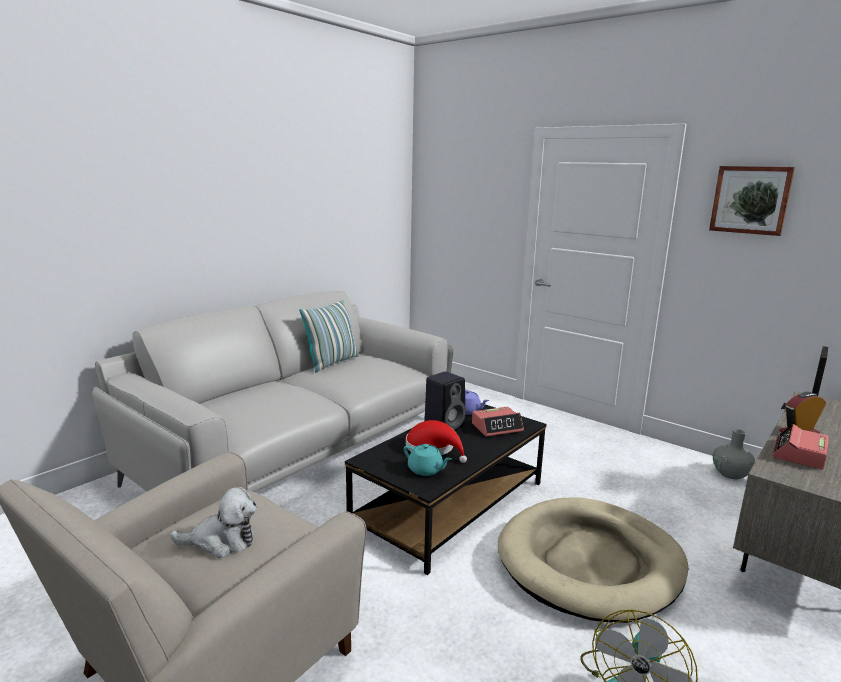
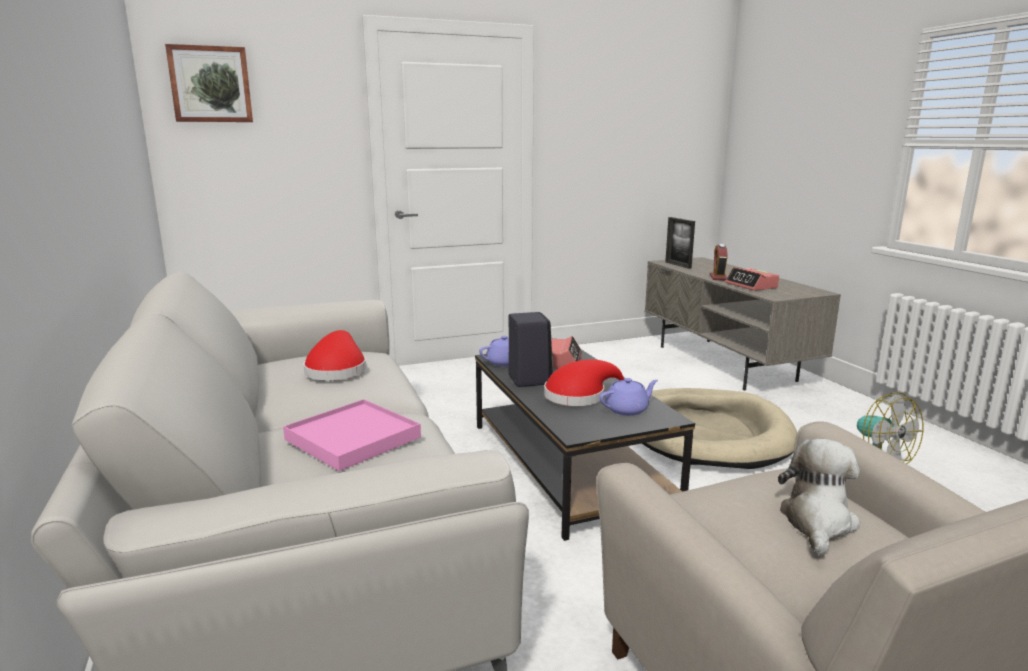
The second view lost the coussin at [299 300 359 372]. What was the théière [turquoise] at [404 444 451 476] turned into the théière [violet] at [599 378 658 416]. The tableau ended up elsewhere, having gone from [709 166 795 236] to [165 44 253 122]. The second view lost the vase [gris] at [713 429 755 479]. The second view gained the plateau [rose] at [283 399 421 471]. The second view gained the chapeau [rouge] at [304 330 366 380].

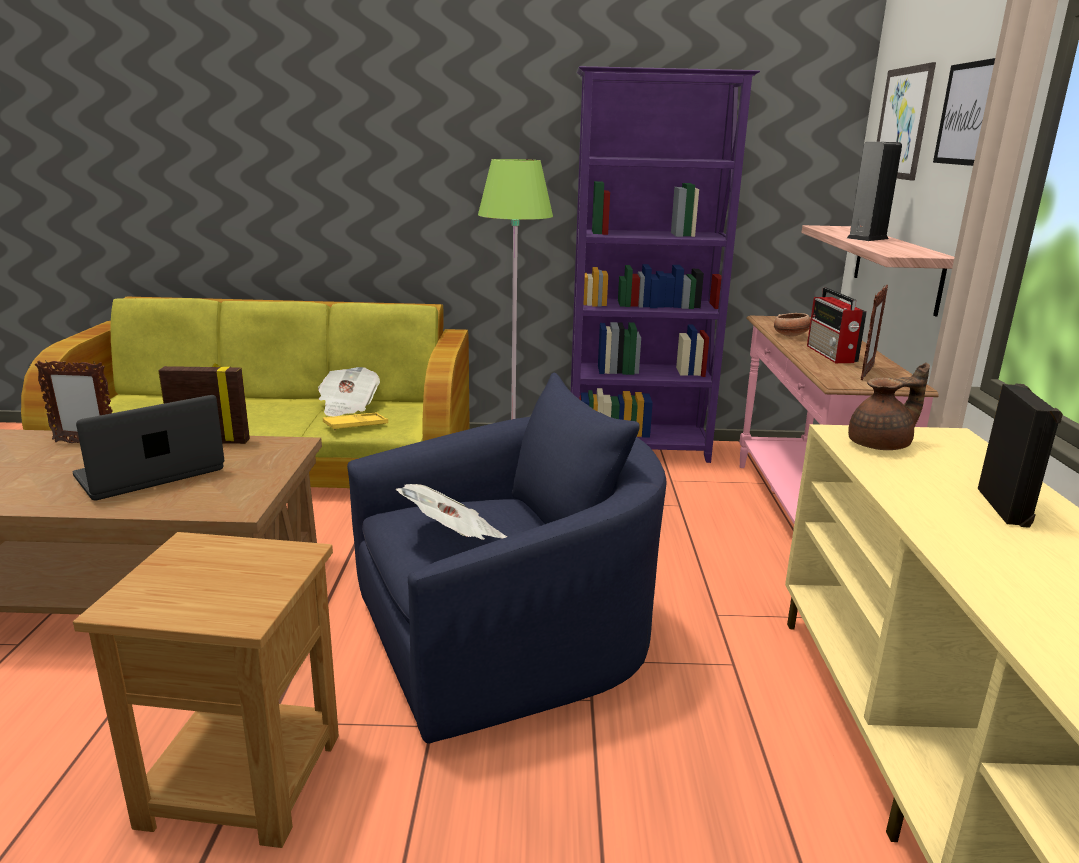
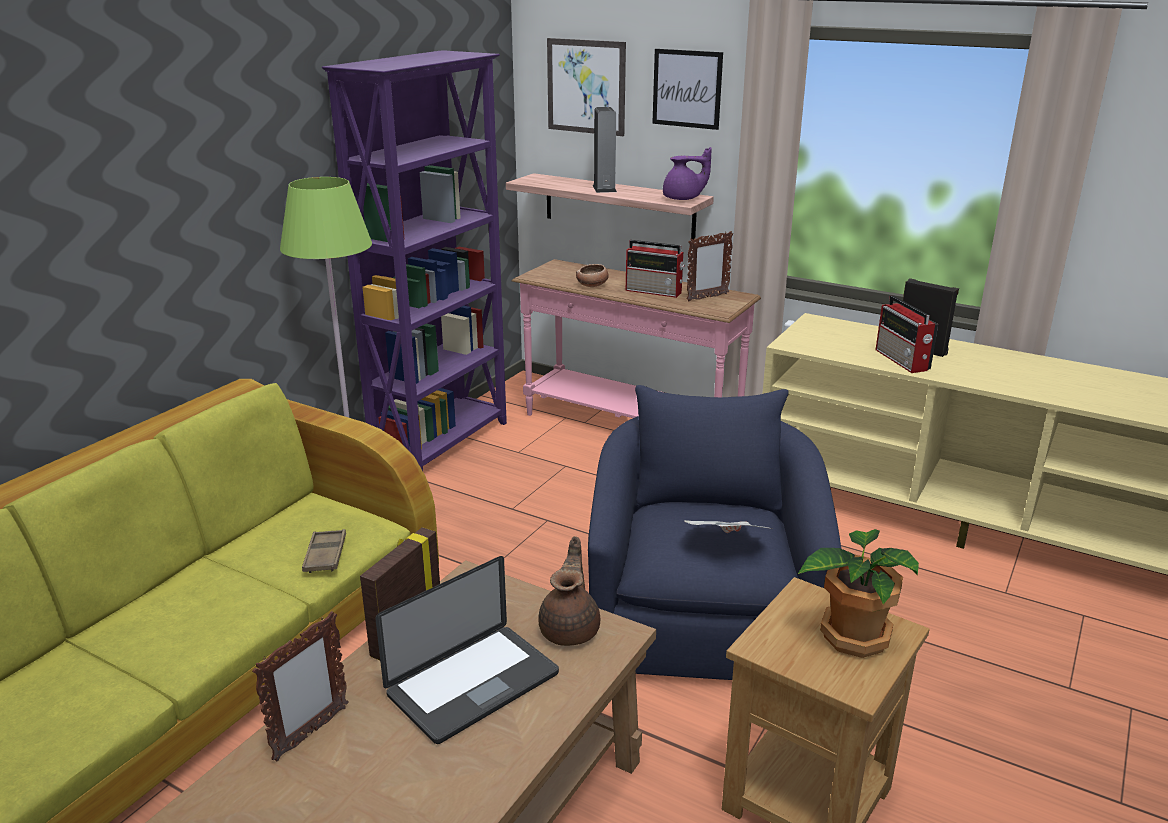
The ordinateur portable at [73 395 224 501] ended up facing another way, 120 degrees counterclockwise from before. The second view lost the journal at [318 367 380 416]. What was the plateau [jaune] at [323 412 388 431] turned into the plateau [marron] at [302 529 346 573]. The théière [marron] ended up elsewhere, having gone from [848 363 930 450] to [538 536 600 646]. The cadre photo at [861 285 888 380] ended up facing another way, 90 degrees clockwise from before. The second view gained the théière [violet] at [663 147 712 200]. The second view gained the plante en pot at [798 529 919 658]. The second view gained the radio at [876 295 938 373].

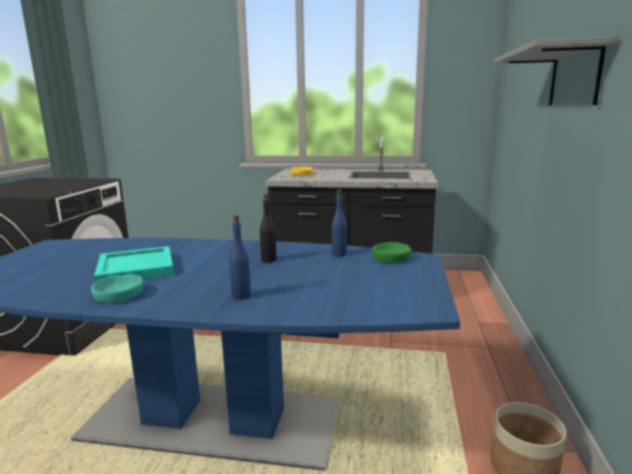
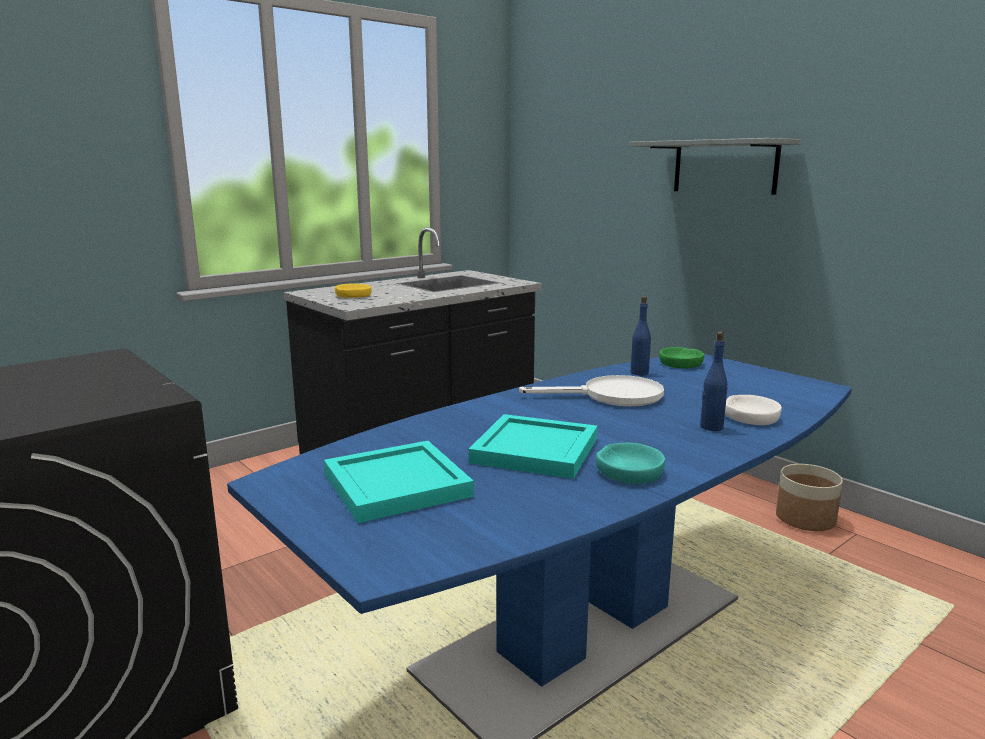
Where the bouteille [noir] stood at [260 194 277 263], the poêle [blanc] came to stand at [519 375 664 406]. The second view gained the plateau [turquoise] at [324 441 474 523]. The second view gained the bol [blanc] at [725 395 782 425].

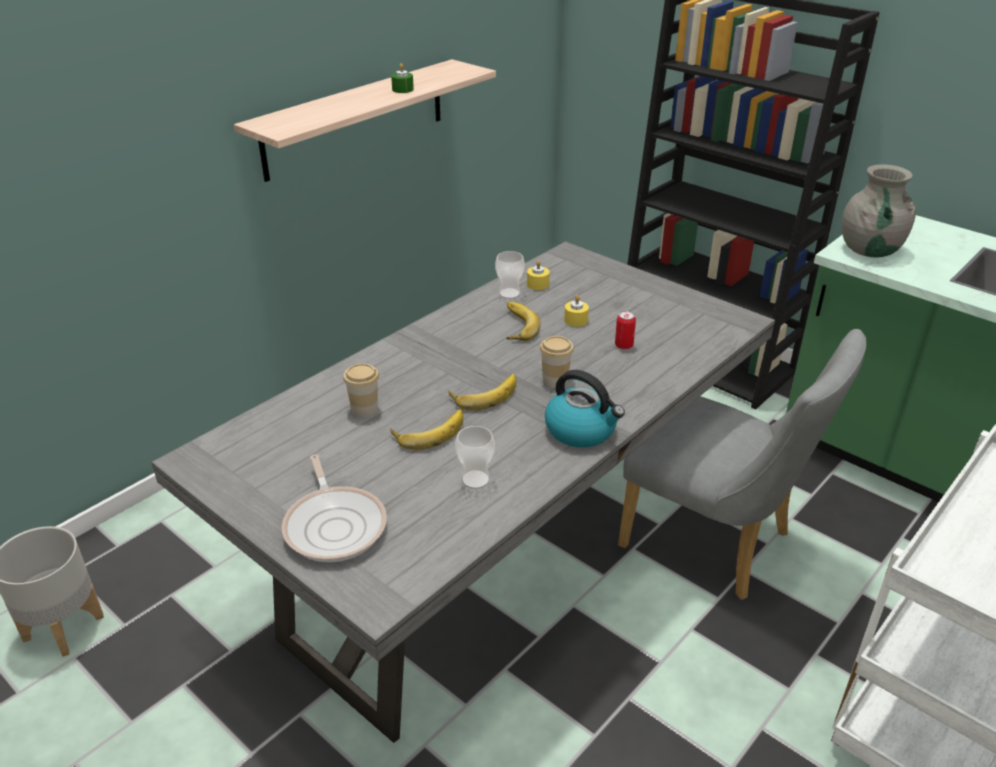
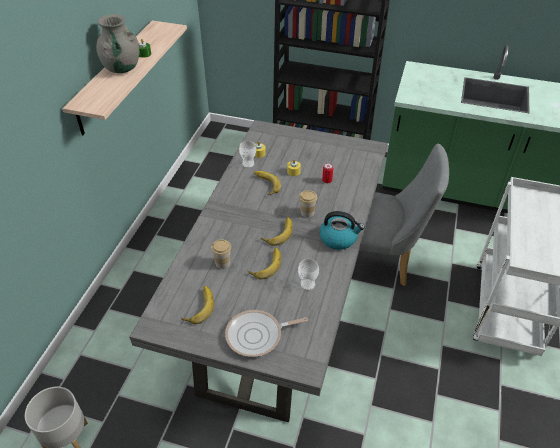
The poêle at [282 454 387 562] ended up facing another way, 120 degrees clockwise from before. The vase [gris] ended up elsewhere, having gone from [842 164 916 258] to [96 14 139 73]. The second view gained the banane at [181 286 214 324].

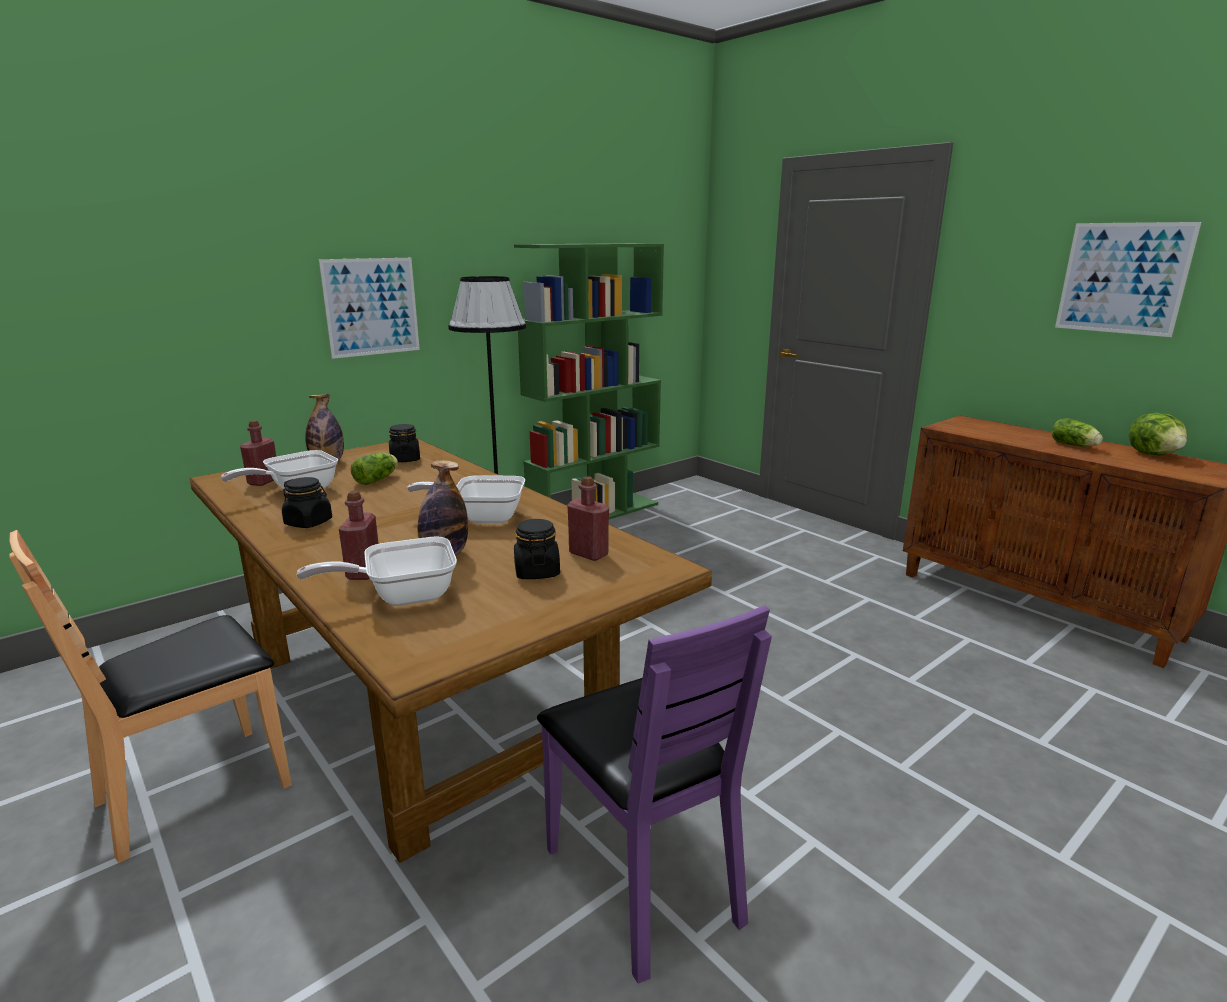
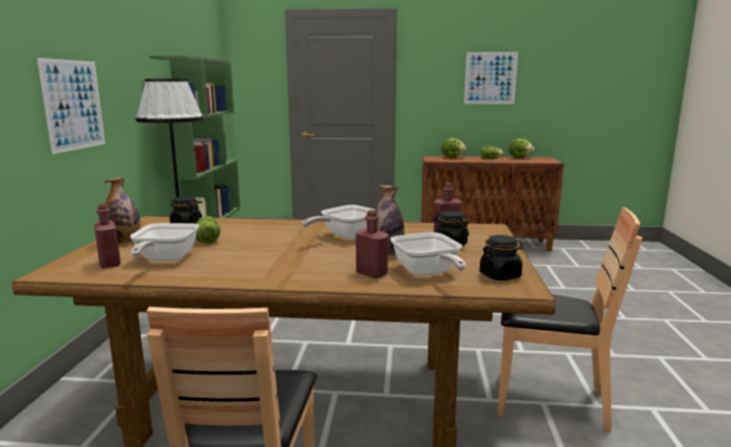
The bocal [noir] ended up elsewhere, having gone from [282 477 332 528] to [480 235 523 281]. The poêle at [297 536 457 606] ended up facing another way, 45 degrees counterclockwise from before. What was the chaise [violet] at [537 605 772 984] turned into the chaise [marron] at [497 207 642 431]. The second view gained the laitue at [441 138 466 157].

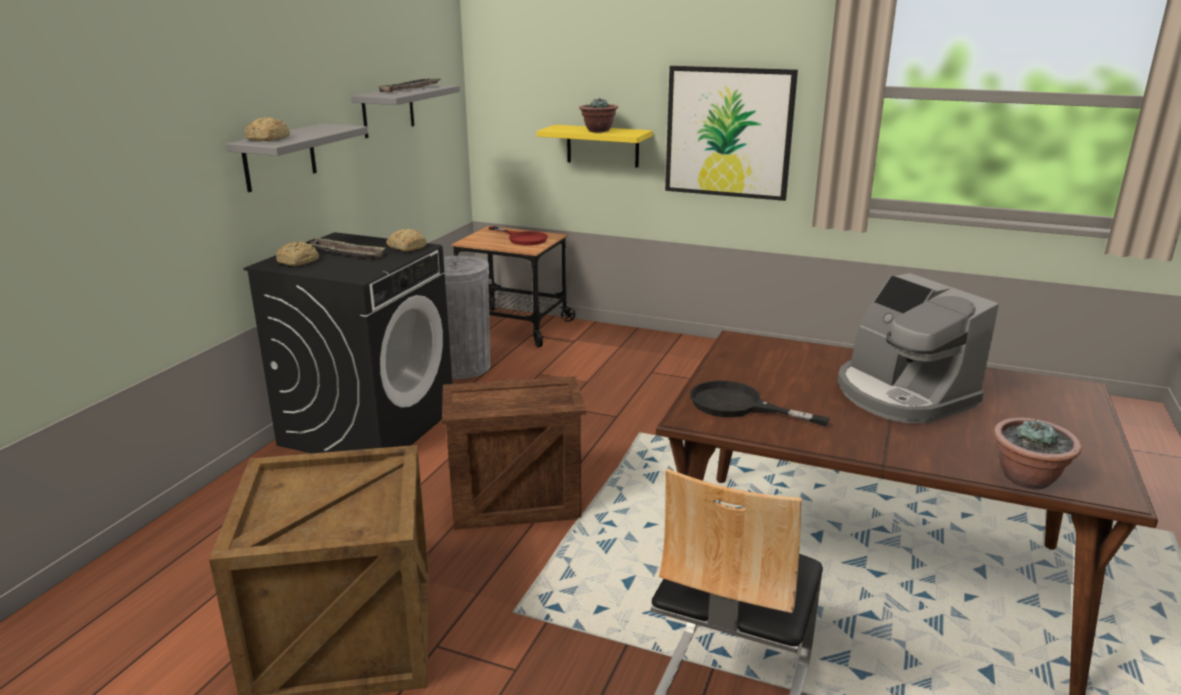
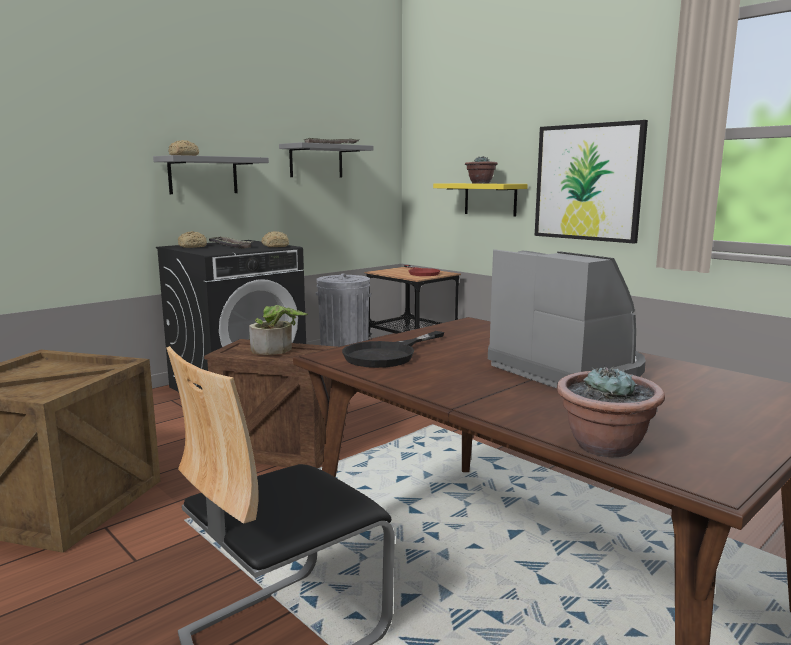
The poêle [noir] at [690 381 830 426] ended up facing another way, 105 degrees counterclockwise from before. The machine à café at [837 273 999 423] ended up facing another way, 150 degrees clockwise from before. The second view gained the plante en pot at [249 305 308 355].

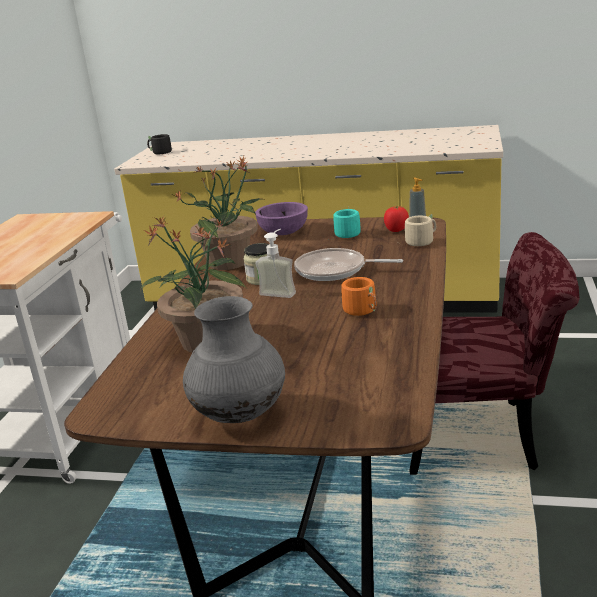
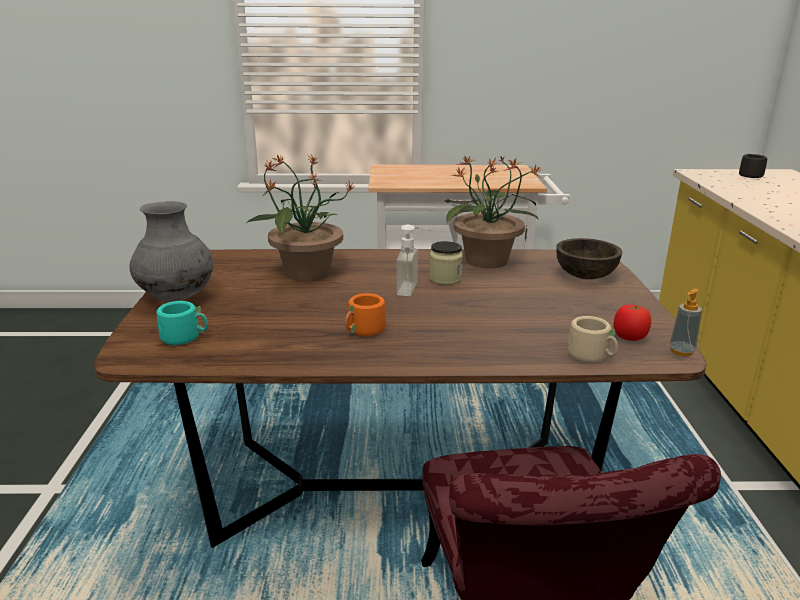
What was the bol [violet] at [255 202 308 235] turned into the bol [marron] at [556 238 623 279]. The second view lost the poêle at [294 248 403 281]. The mug [turquoise] ended up elsewhere, having gone from [329 207 361 240] to [157 301 208 345].

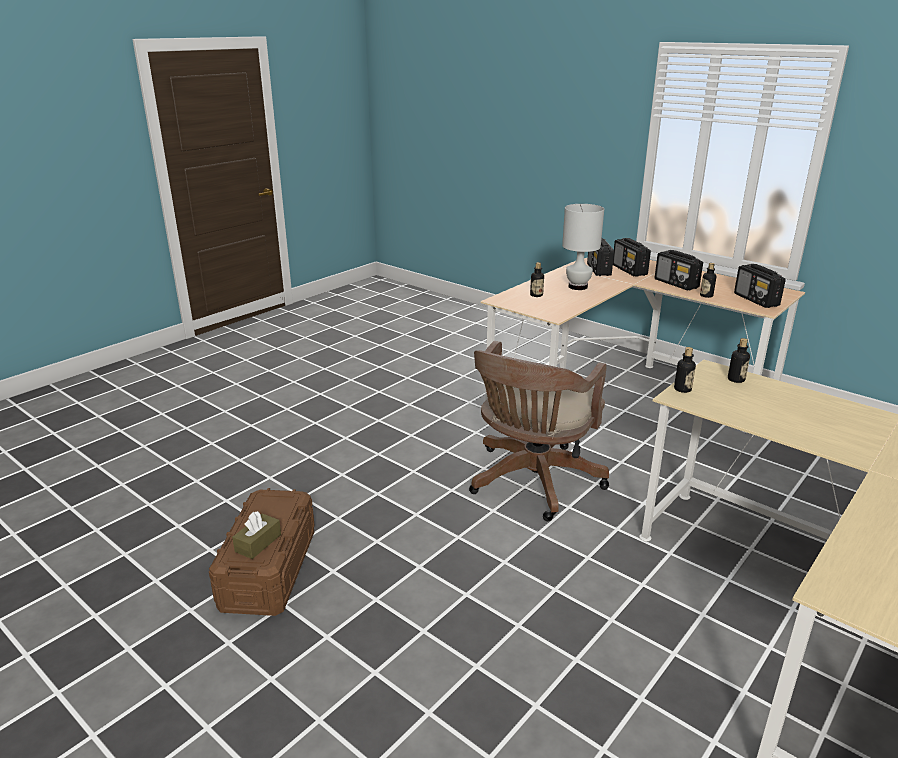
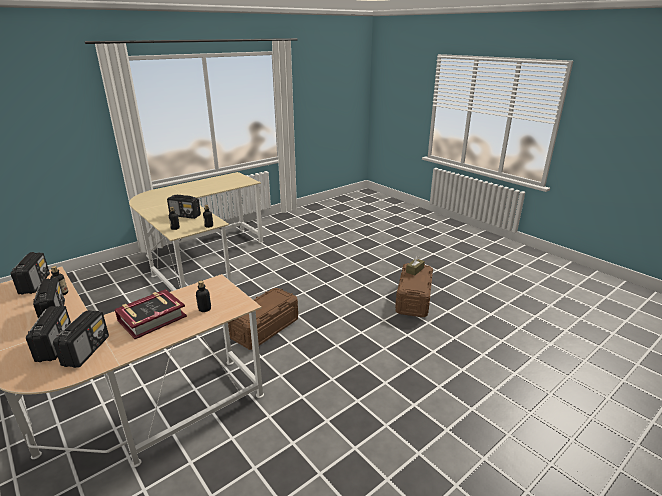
Where the chaise de bureau [marron] stood at [469 341 609 521], the boîte de rangement [marron] came to stand at [228 288 298 350]. Where the lampe de table [blanc] stood at [562 204 604 290], the livre came to stand at [115 289 187 339]. The second view gained the radio at [167 195 201 219].

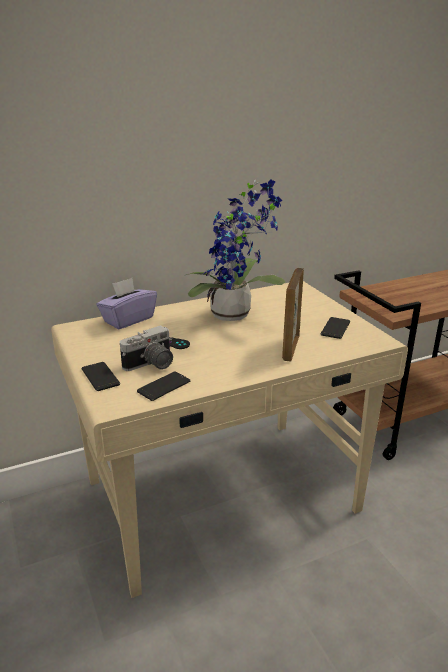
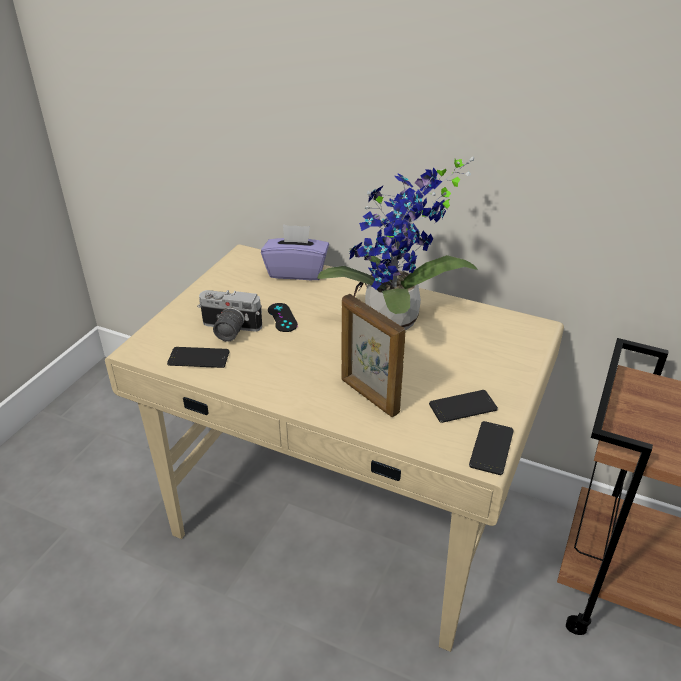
The téléphone ended up elsewhere, having gone from [82 362 120 391] to [469 421 514 475]. The cadre photo at [282 268 304 361] ended up facing another way, 105 degrees counterclockwise from before.

